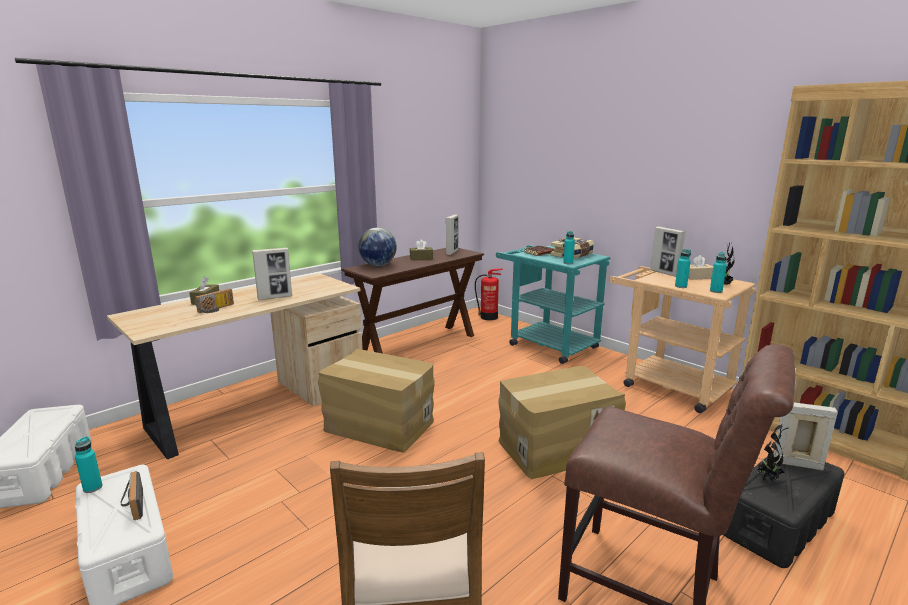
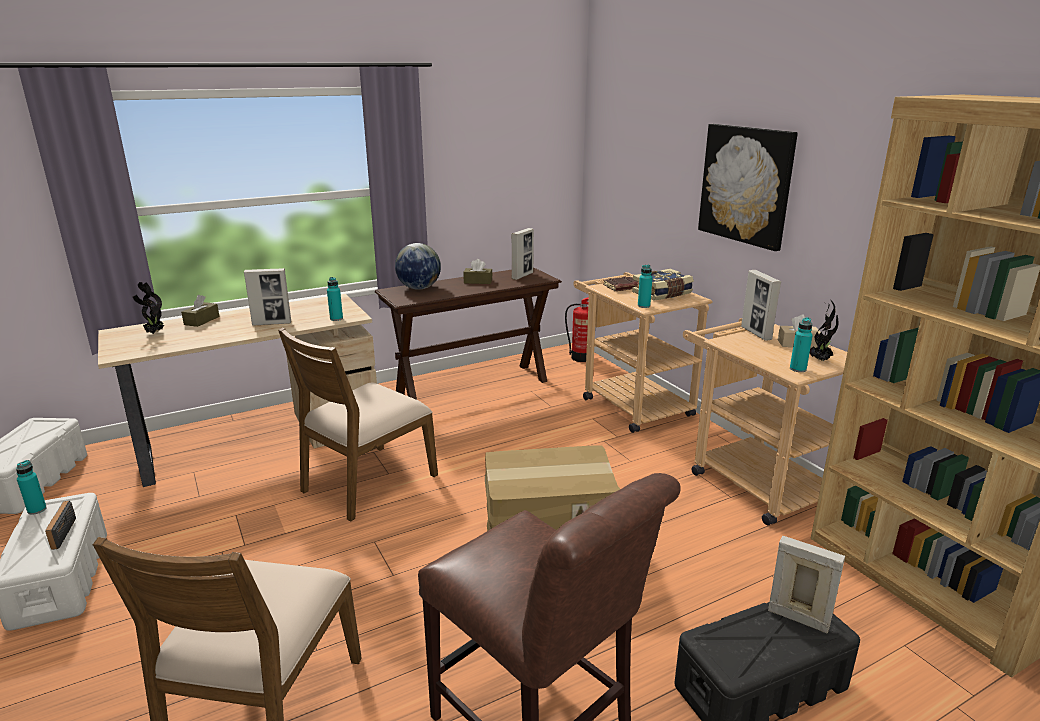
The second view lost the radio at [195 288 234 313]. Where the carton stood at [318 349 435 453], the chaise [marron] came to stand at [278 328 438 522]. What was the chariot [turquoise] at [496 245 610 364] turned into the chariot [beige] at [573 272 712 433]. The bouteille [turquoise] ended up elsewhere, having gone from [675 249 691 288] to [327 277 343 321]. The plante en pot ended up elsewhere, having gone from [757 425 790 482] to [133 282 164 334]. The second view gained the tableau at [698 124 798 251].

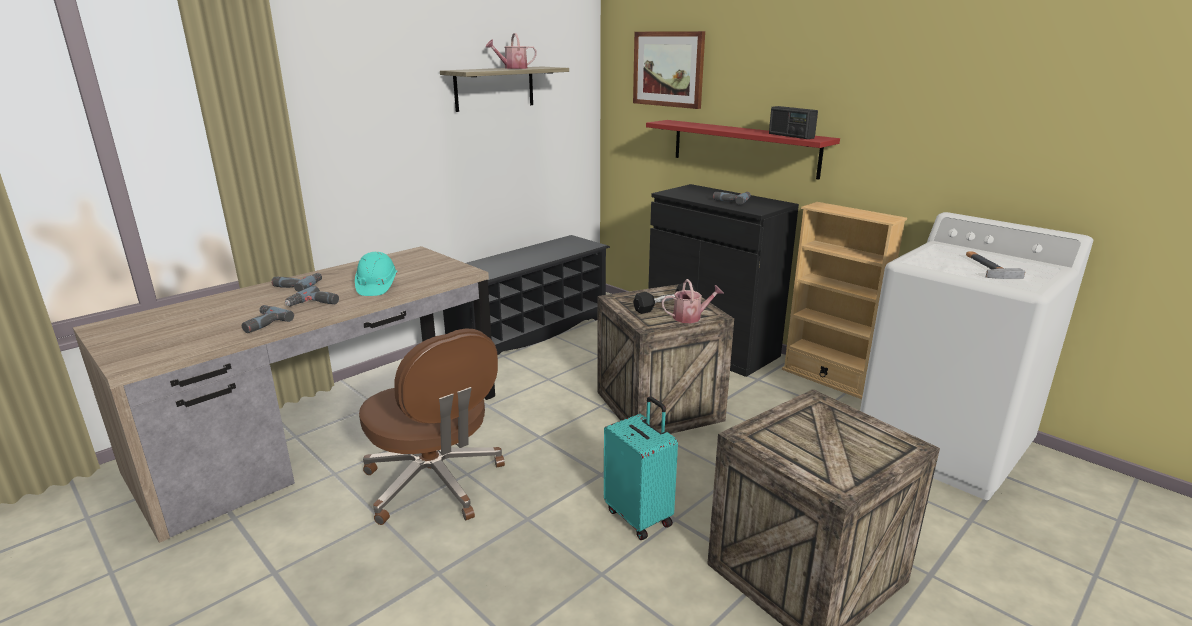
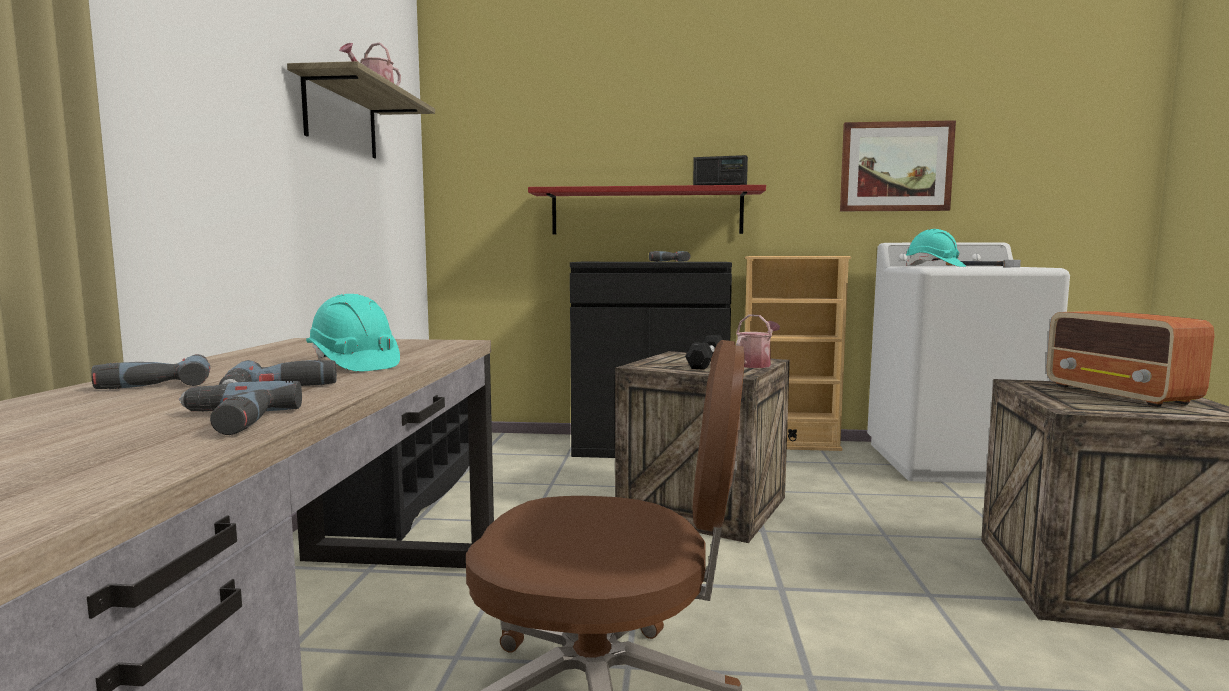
The second view lost the valise [turquoise] at [604 396 678 540]. The tableau ended up elsewhere, having gone from [633 31 705 109] to [840 120 956 211]. The second view gained the casque de chantier [turquoise] at [905 229 966 267]. The second view gained the radio at [1047 311 1215 407].

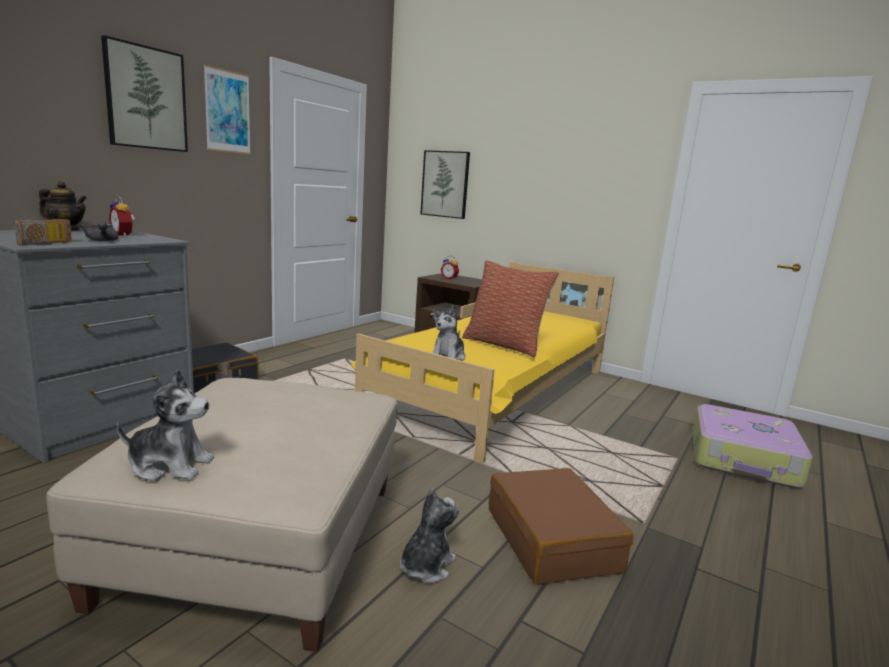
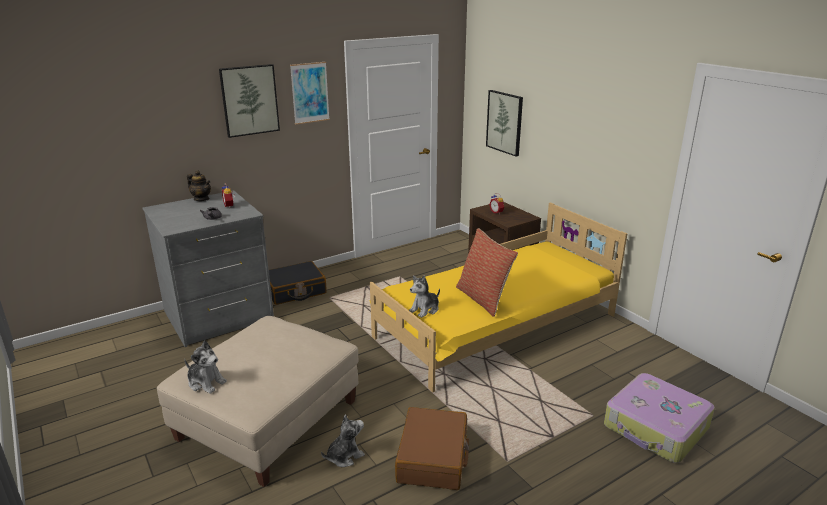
The second view lost the radio at [14 219 72 245].

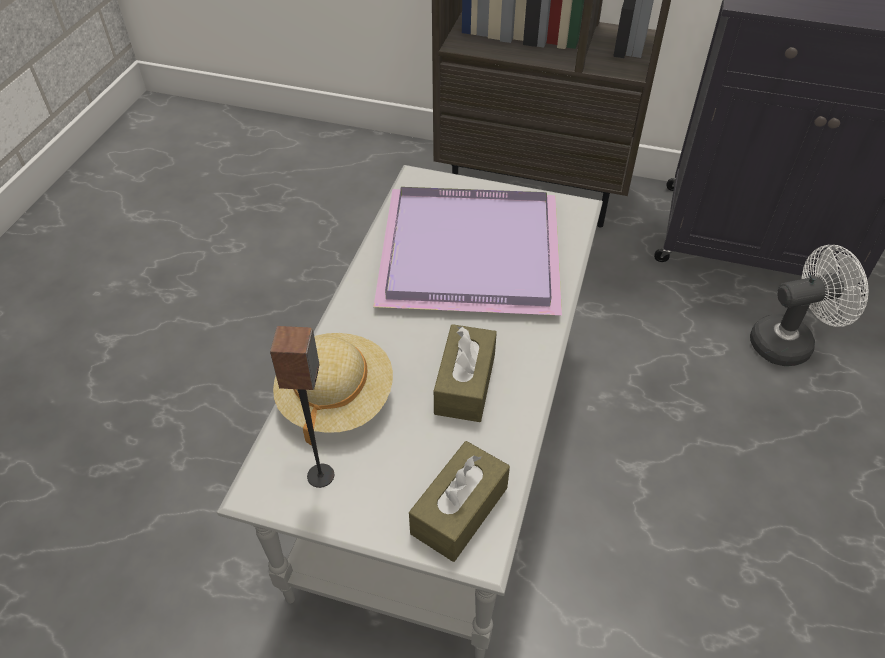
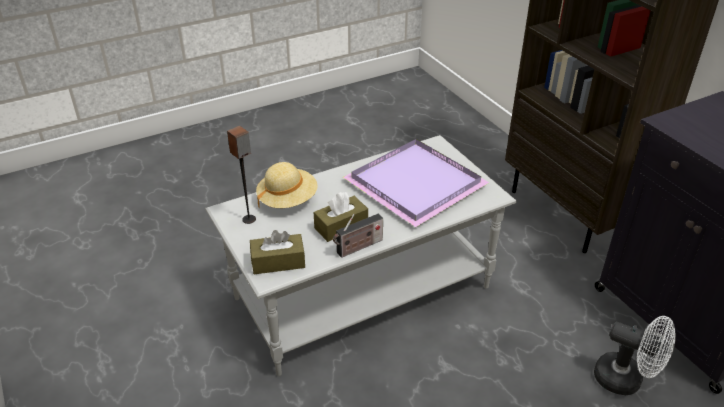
The second view gained the radio at [333 213 383 258].

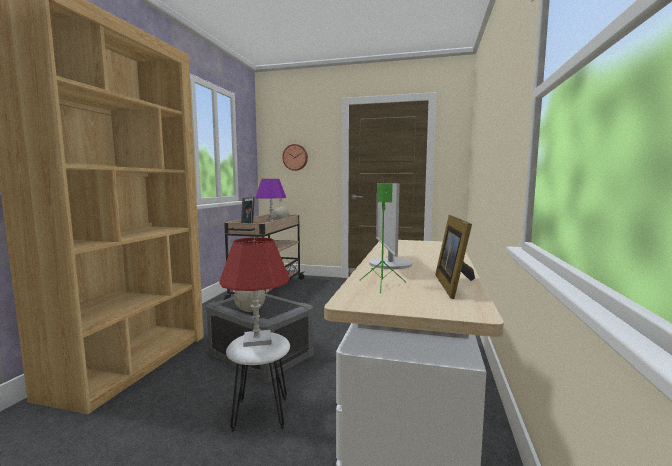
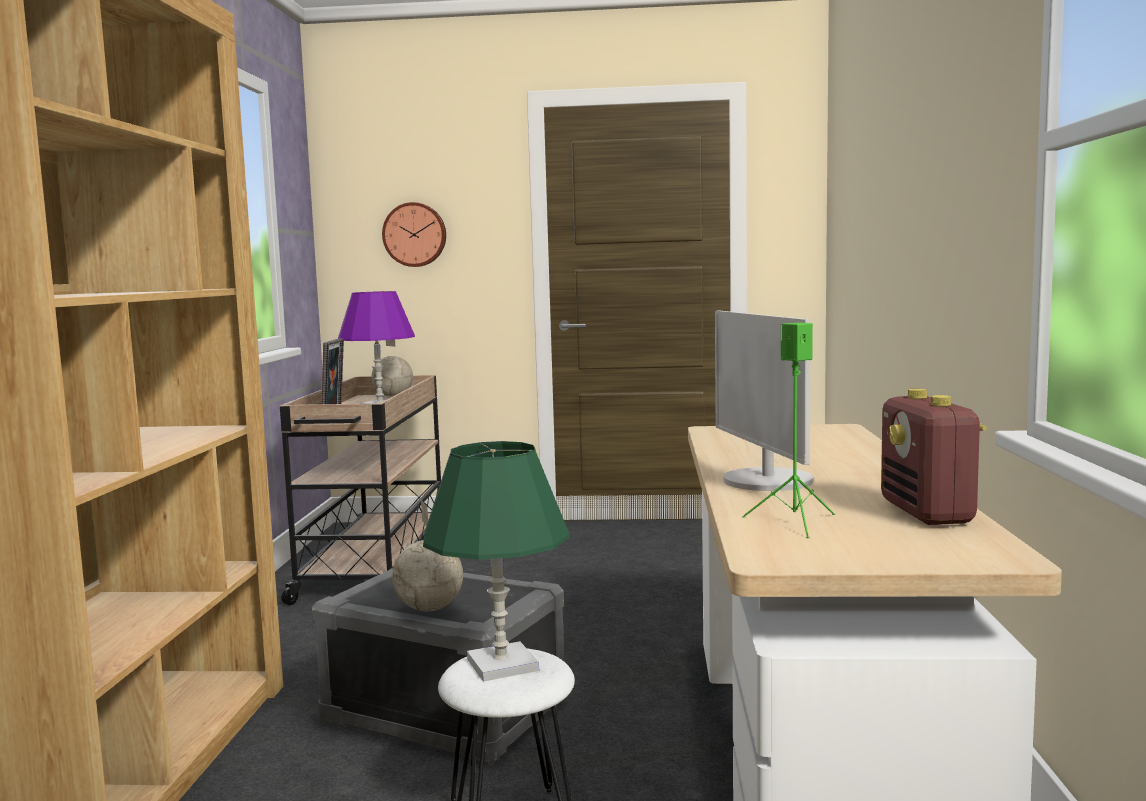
What was the lampe de table [rouge] at [219 237 290 347] turned into the lampe de table [vert] at [423 441 570 682]. Where the cadre photo stood at [435 215 475 299], the radio came to stand at [881 388 987 525].

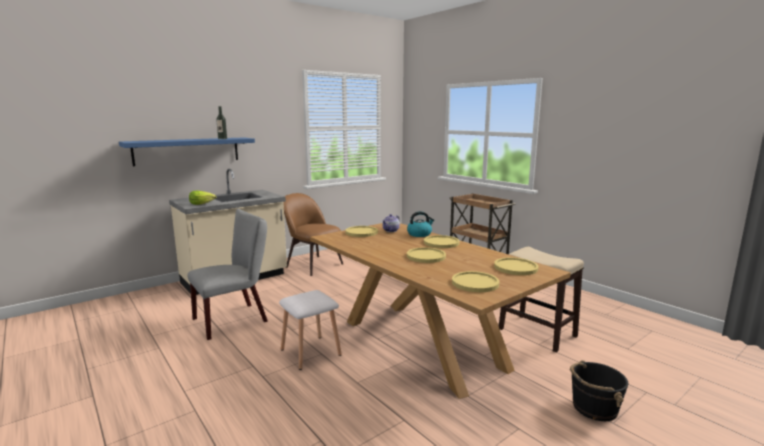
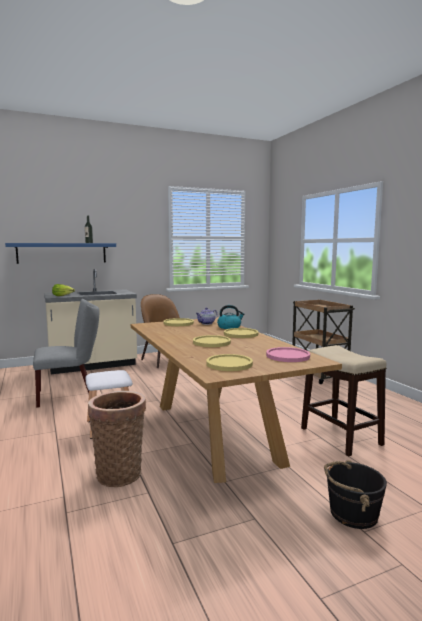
What was the assiette [jaune] at [494 258 538 275] turned into the assiette [rose] at [266 347 310 362]. The second view gained the panier at [88 391 146 487].

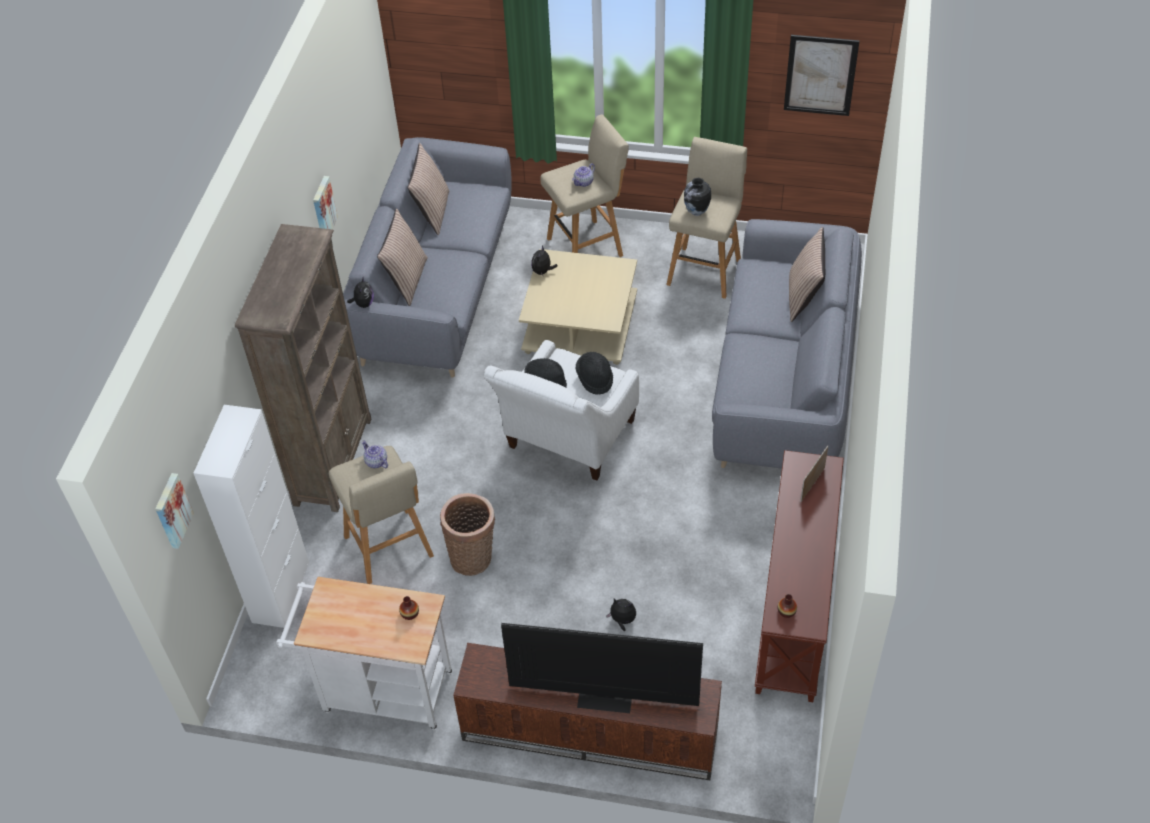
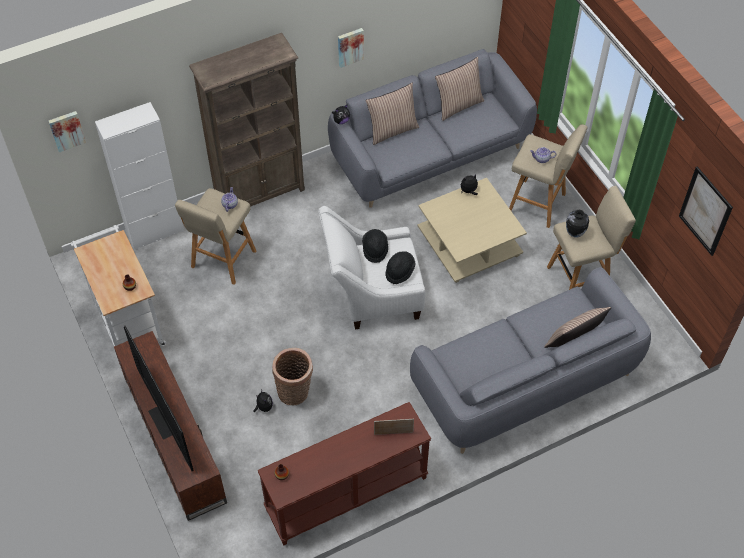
The panier ended up elsewhere, having gone from [440 493 495 576] to [272 348 313 405].

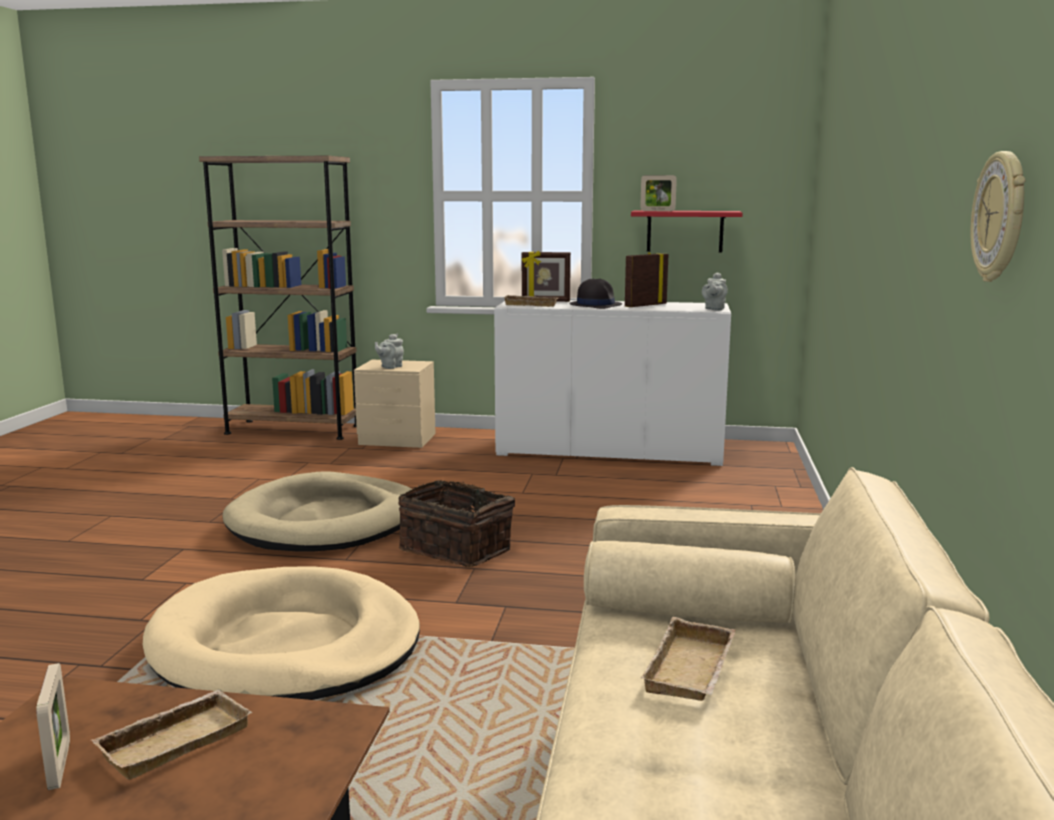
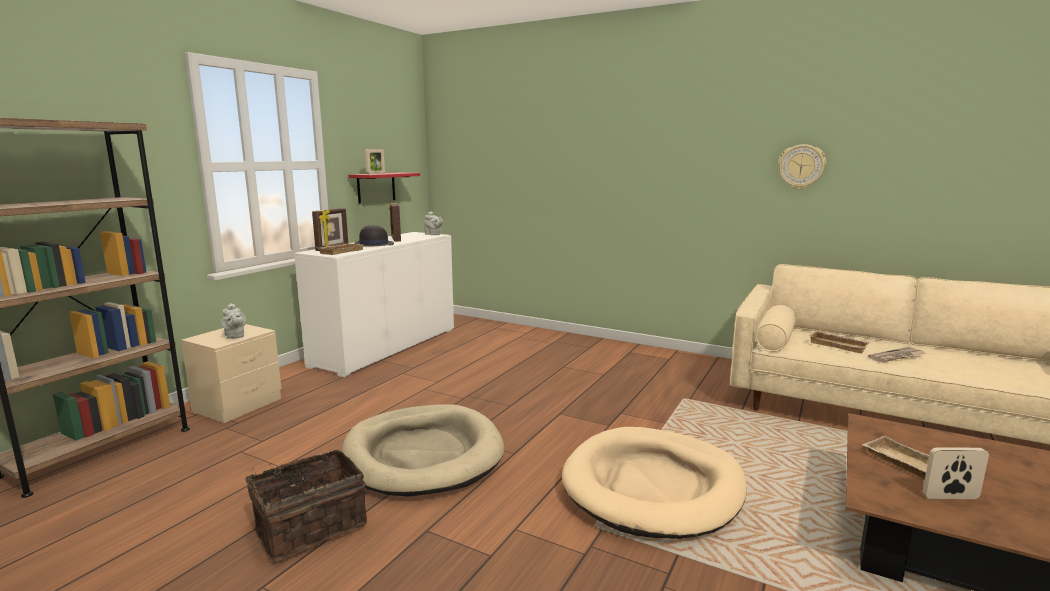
The panier ended up elsewhere, having gone from [398 480 515 567] to [245 450 367 561]. The second view gained the journal at [868 347 926 362].

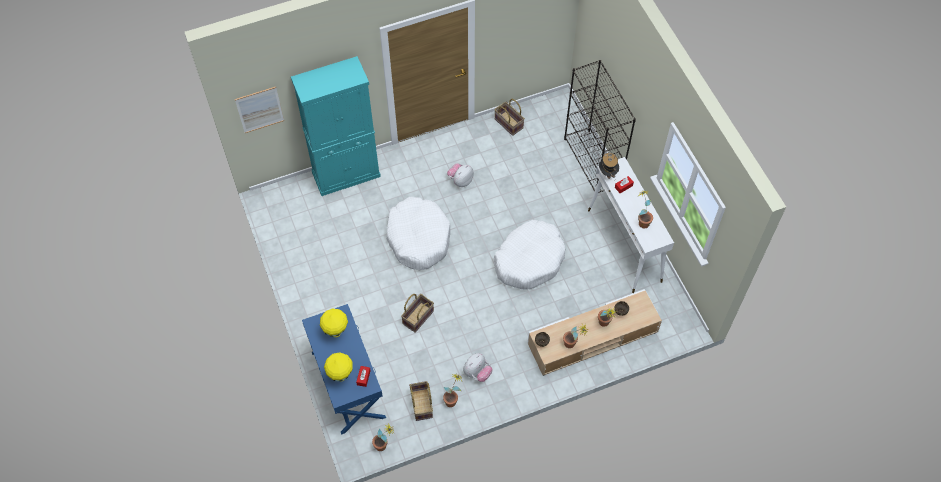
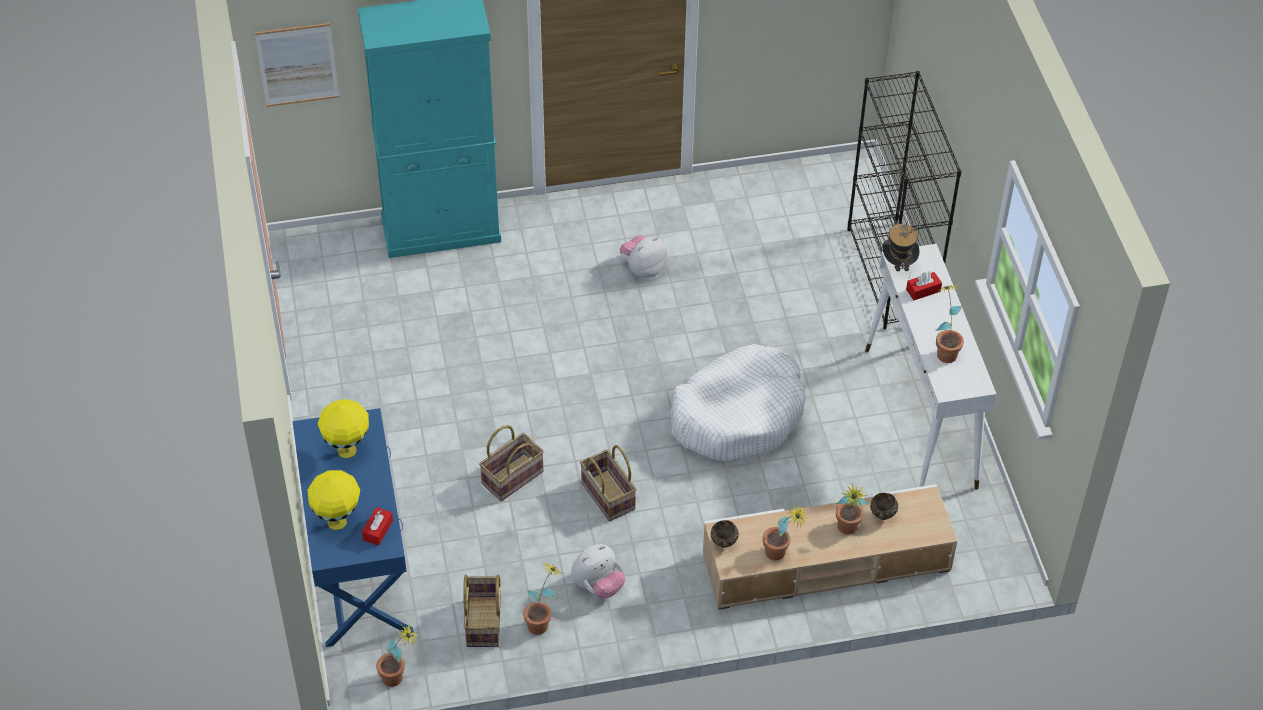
The second view lost the panier pour chien [blanc] at [386 197 450 270]. The panier ended up elsewhere, having gone from [494 99 525 136] to [580 445 637 521].

